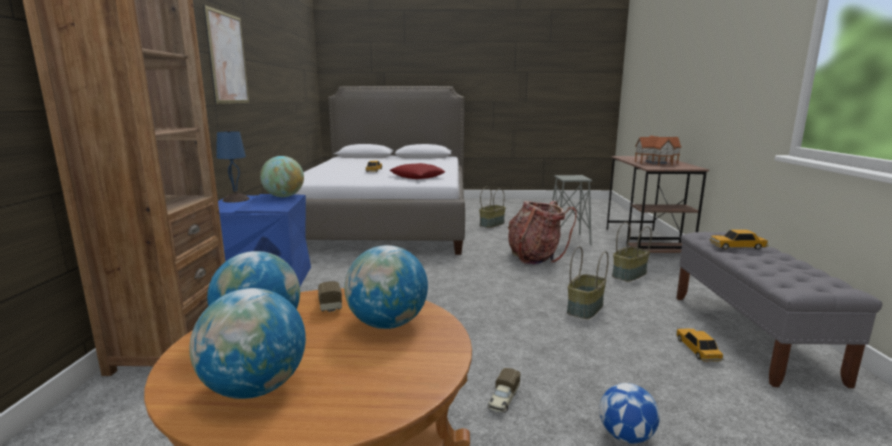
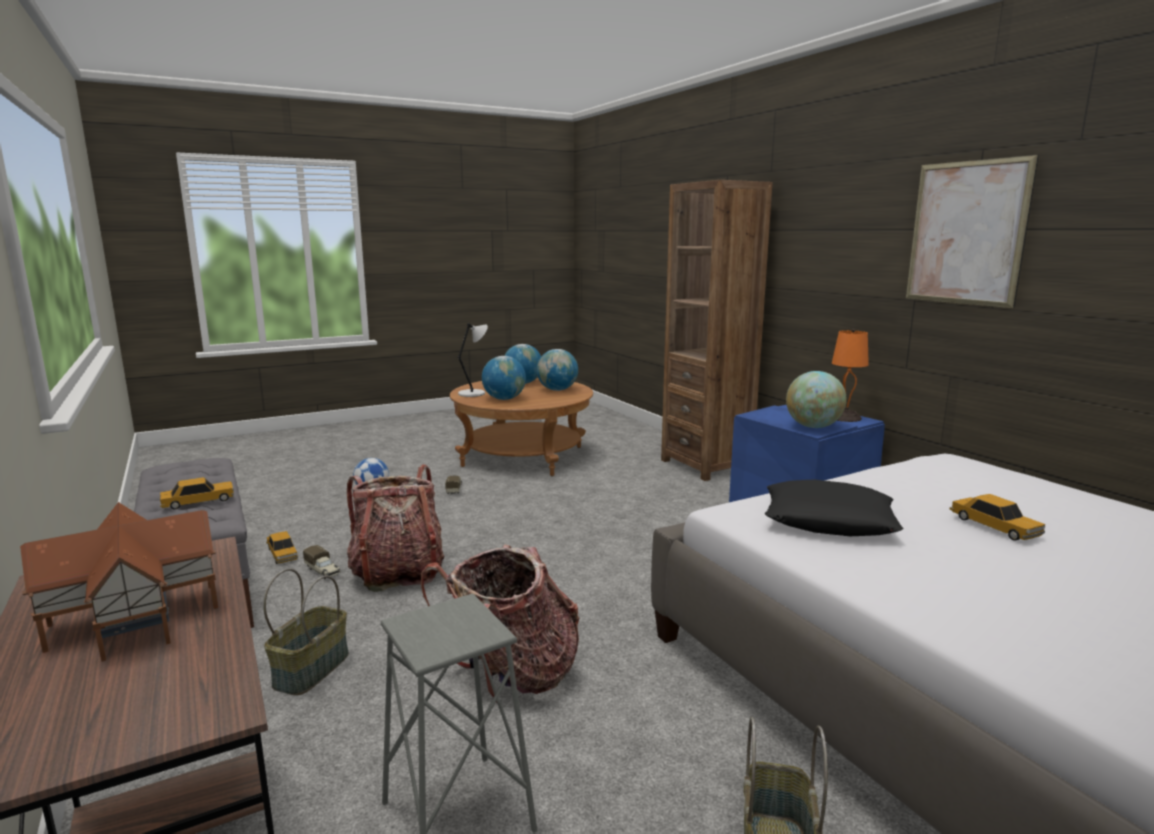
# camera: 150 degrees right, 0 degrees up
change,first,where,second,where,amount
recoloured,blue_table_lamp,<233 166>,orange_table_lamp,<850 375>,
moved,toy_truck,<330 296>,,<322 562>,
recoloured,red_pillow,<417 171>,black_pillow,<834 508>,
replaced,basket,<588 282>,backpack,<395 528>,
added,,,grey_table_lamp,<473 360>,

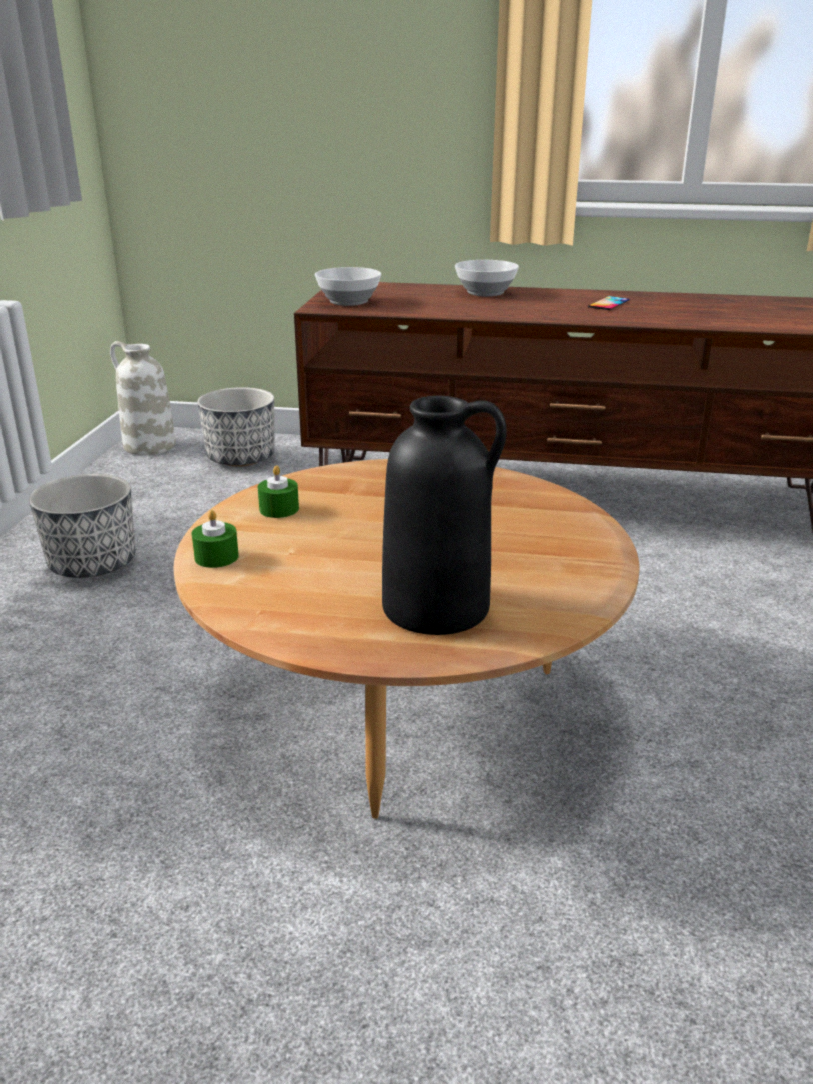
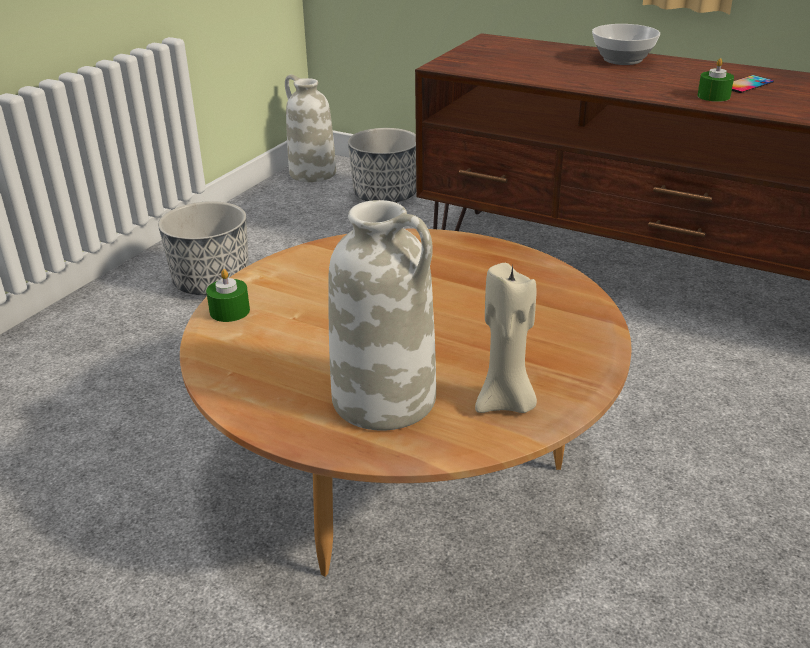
# camera: 20 degrees right, 5 degrees up
change,first,where,second,where,amount
moved,green_candle,<278 491>,,<715 80>,
removed,bowl,<348 286>,,,
recoloured,black_vase,<444 515>,white_vase,<382 315>,
added,,,beige_candle,<506 338>,

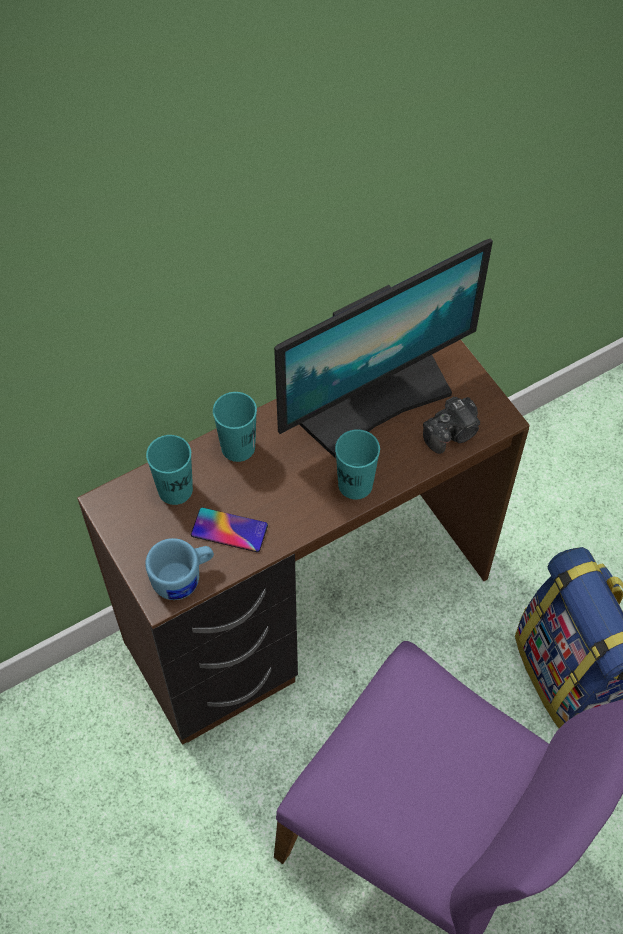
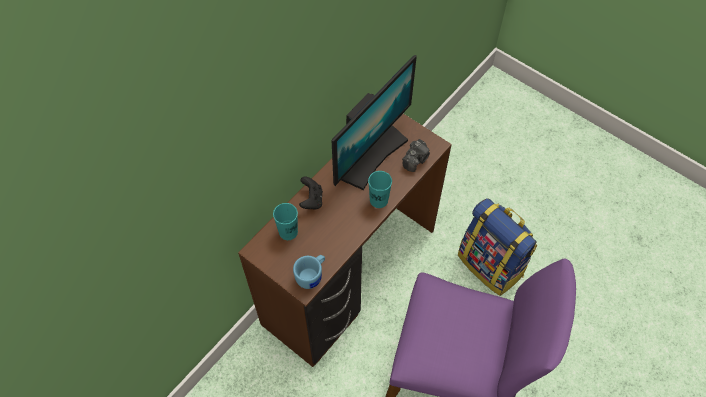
# camera: 20 degrees left, 0 degrees up
change,first,where,second,where,amount
removed,phone,<229 529>,,,
replaced,turquoise_cup,<235 427>,black_game_controller,<311 193>,

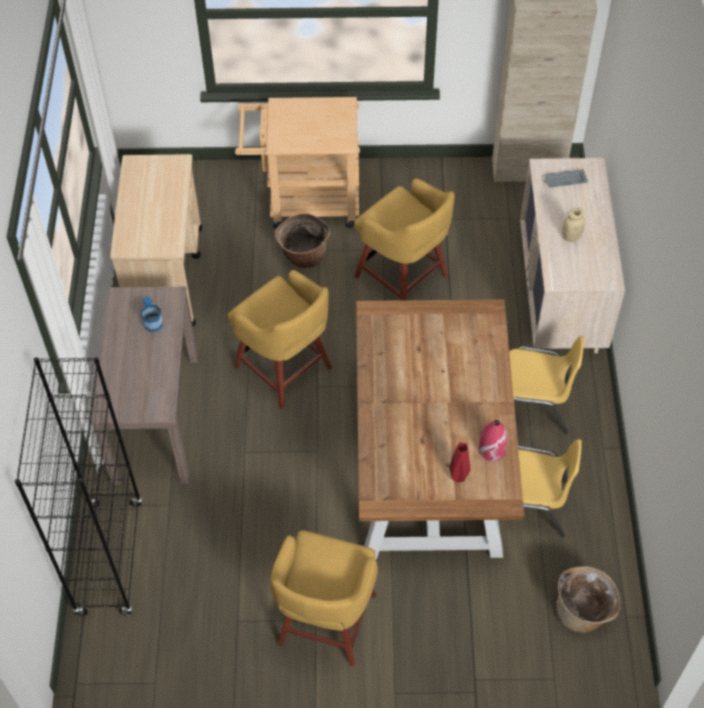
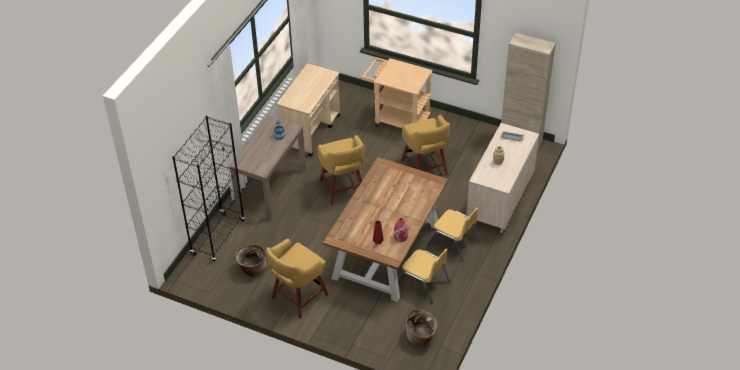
# camera: 25 degrees right, 10 degrees down
change,first,where,second,where,amount
moved,basket,<302 241>,,<251 260>,

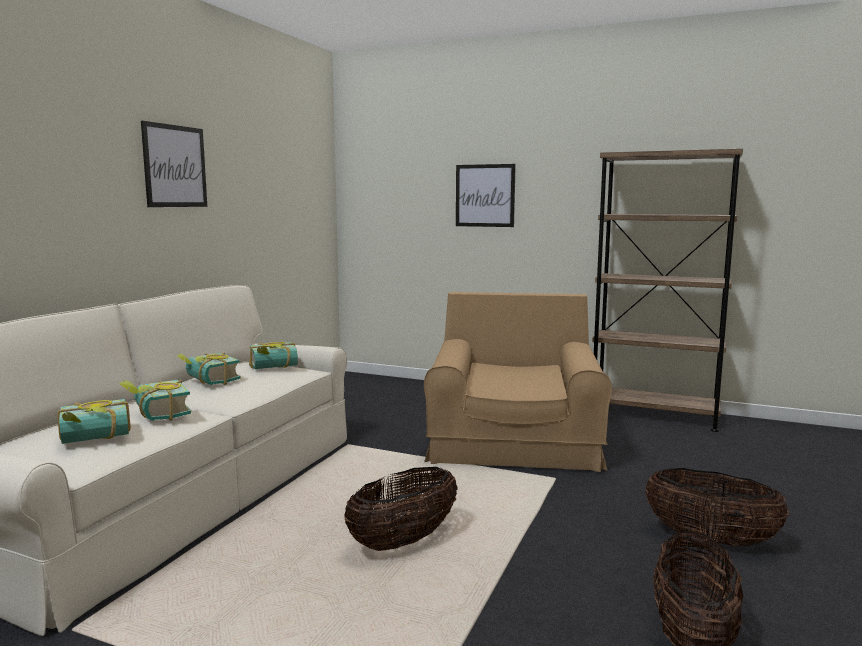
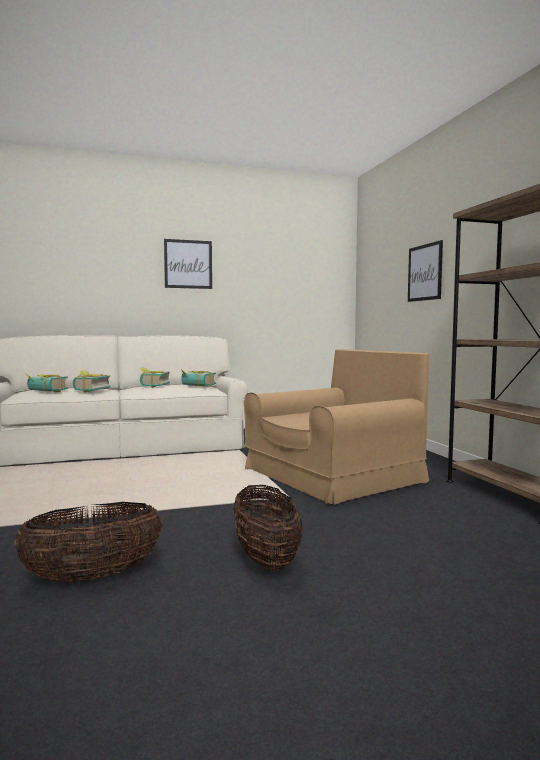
# camera: 50 degrees right, 5 degrees down
change,first,where,second,where,amount
removed,basket,<401 509>,,,

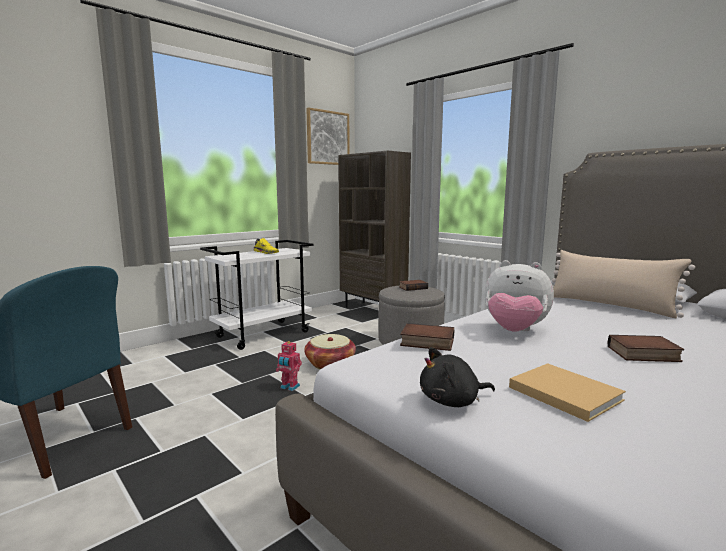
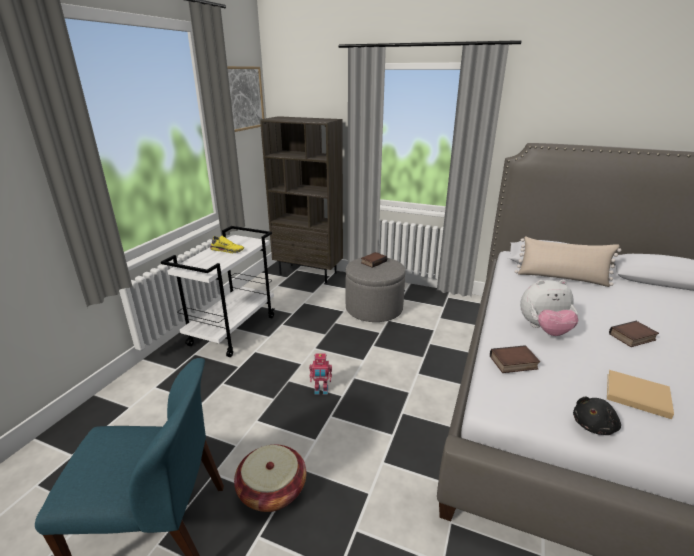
# camera: 25 degrees left, 15 degrees up
change,first,where,second,where,amount
moved,basket,<330 351>,,<270 478>,

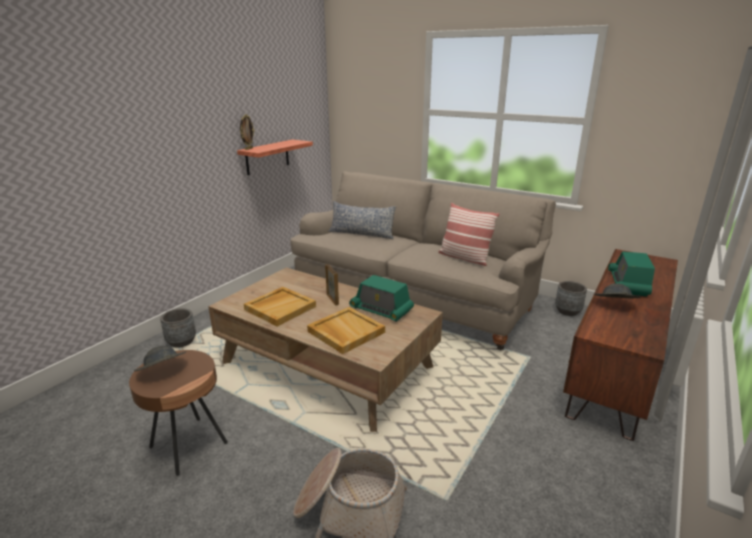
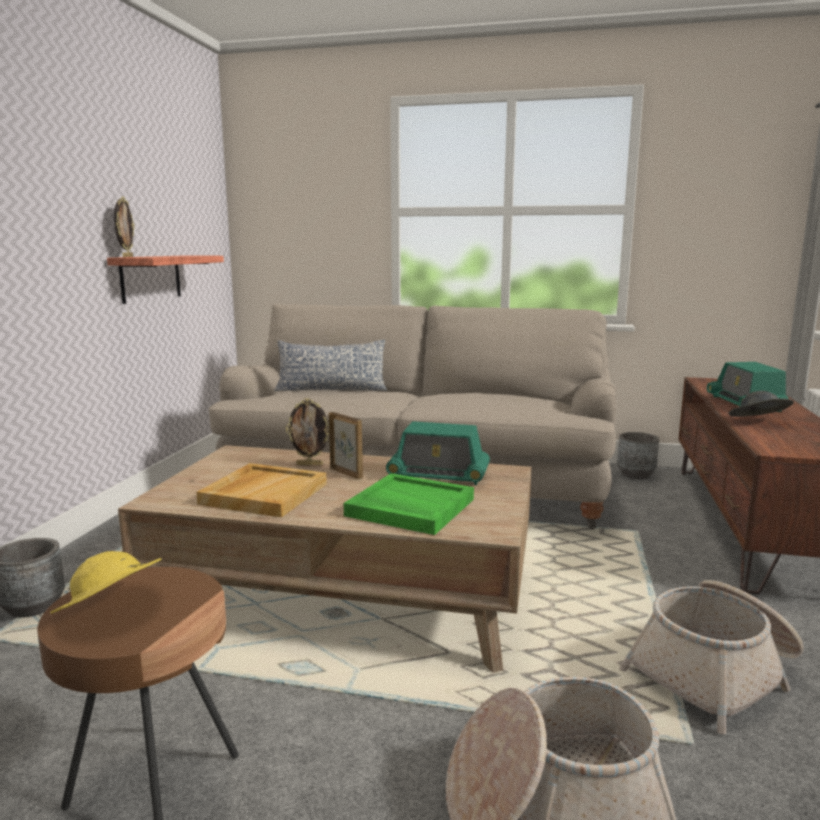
# camera: 20 degrees left, 10 degrees down
change,first,where,second,where,amount
recoloured,grey_hat,<160 358>,yellow_hat,<106 582>,
recoloured,beige_tray,<346 330>,green_tray,<409 504>,
removed,pillow,<469 234>,,,
added,,,picture_frame,<307 432>,
added,,,basket,<711 657>,

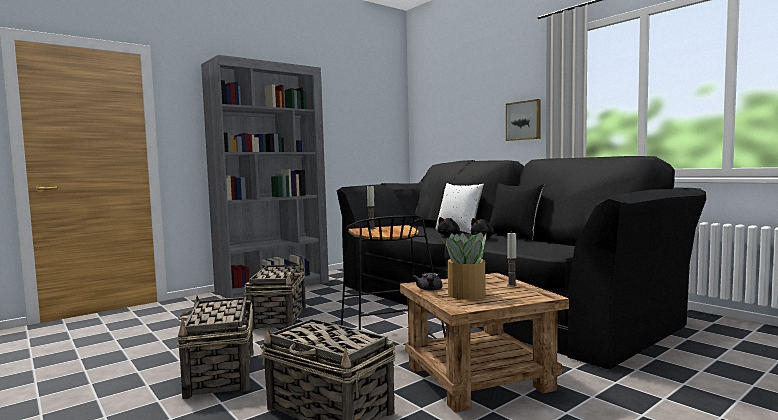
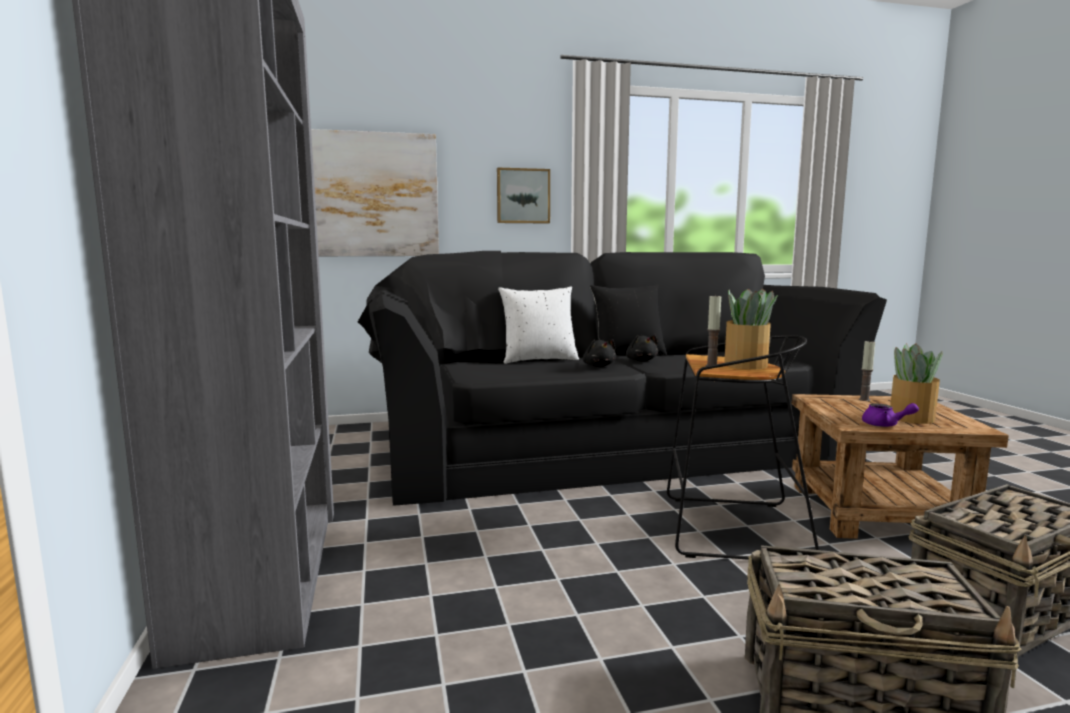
# camera: 65 degrees left, 5 degrees up
change,first,where,second,where,amount
removed,basket,<275 295>,,,
recoloured,grey_teapot,<428 282>,purple_teapot,<890 415>,
added,,,picture,<375 192>,
added,,,potted_plant,<751 329>,

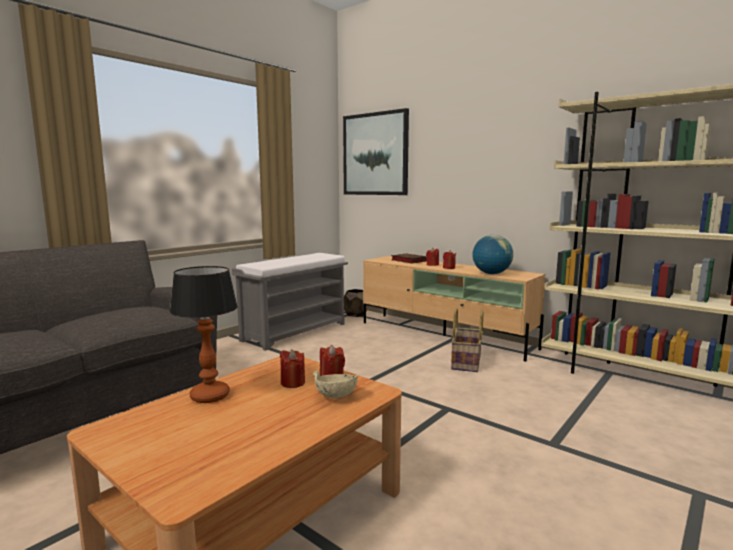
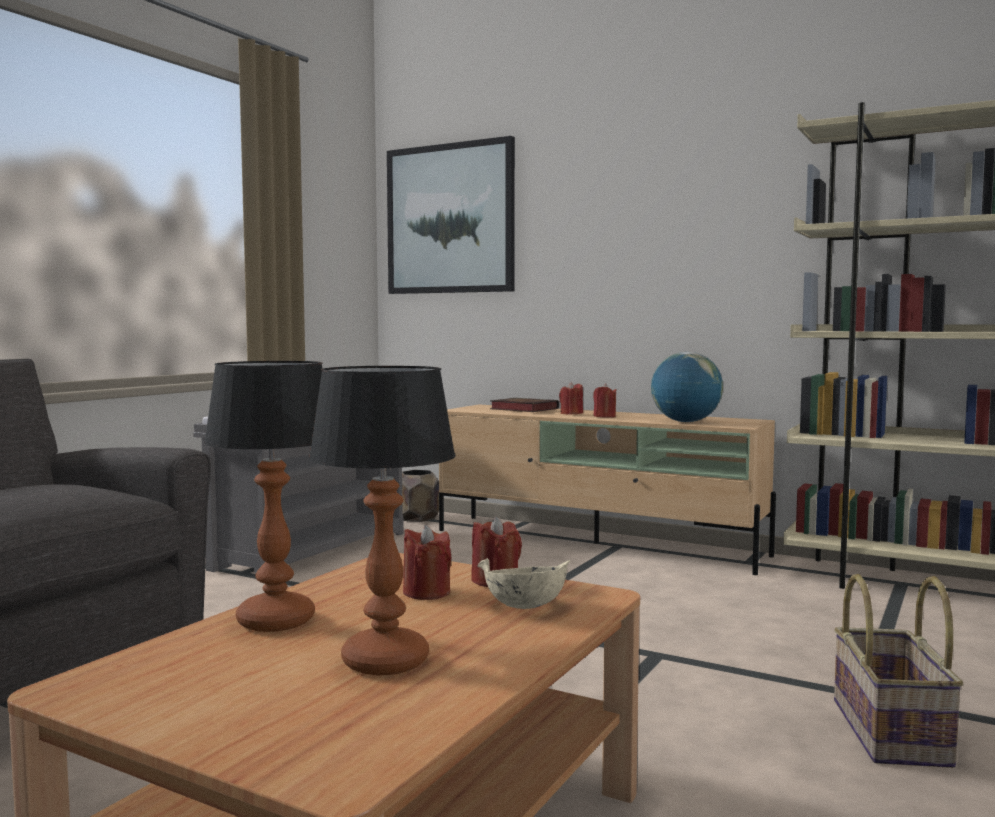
# camera: 10 degrees left, 5 degrees down
change,first,where,second,where,amount
moved,basket,<467 340>,,<898 671>,
added,,,table_lamp,<382 520>,

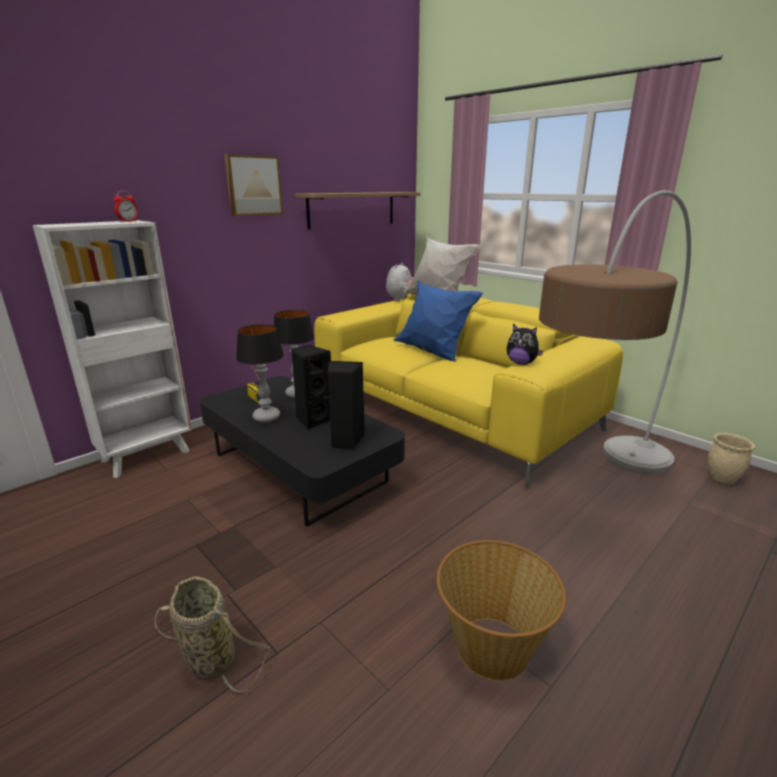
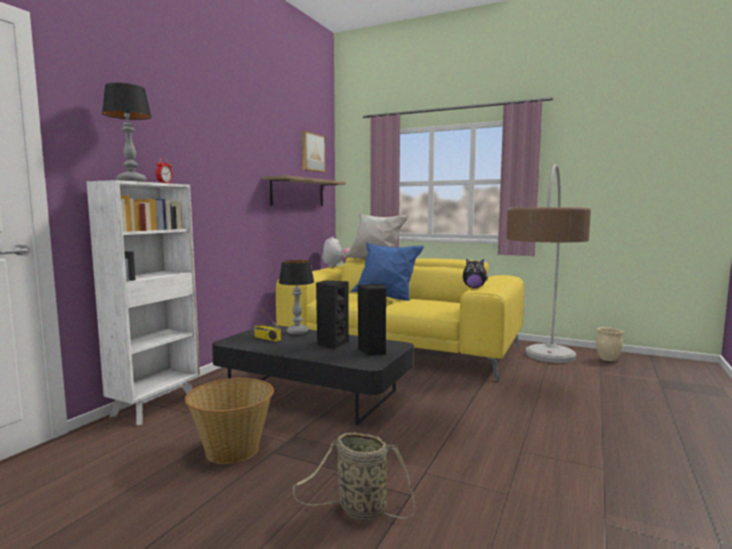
# camera: 20 degrees left, 15 degrees down
change,first,where,second,where,amount
moved,picture,<253 185>,,<313 151>,
moved,table_lamp,<260 373>,,<127 132>,
moved,basket,<501 610>,,<229 421>,

